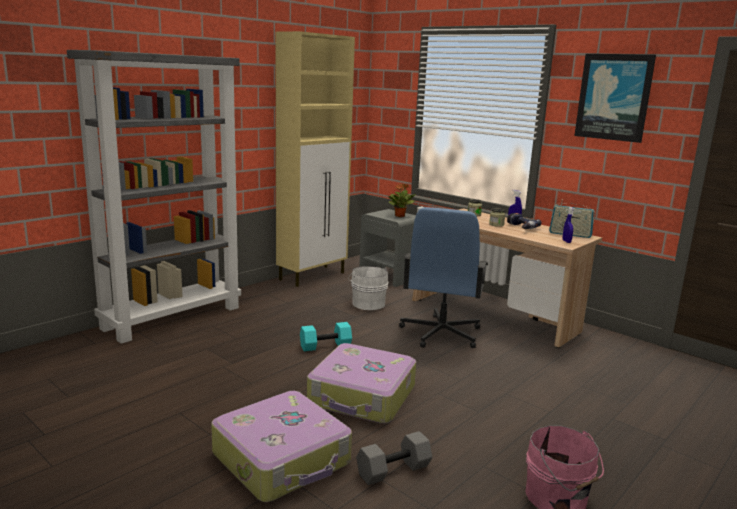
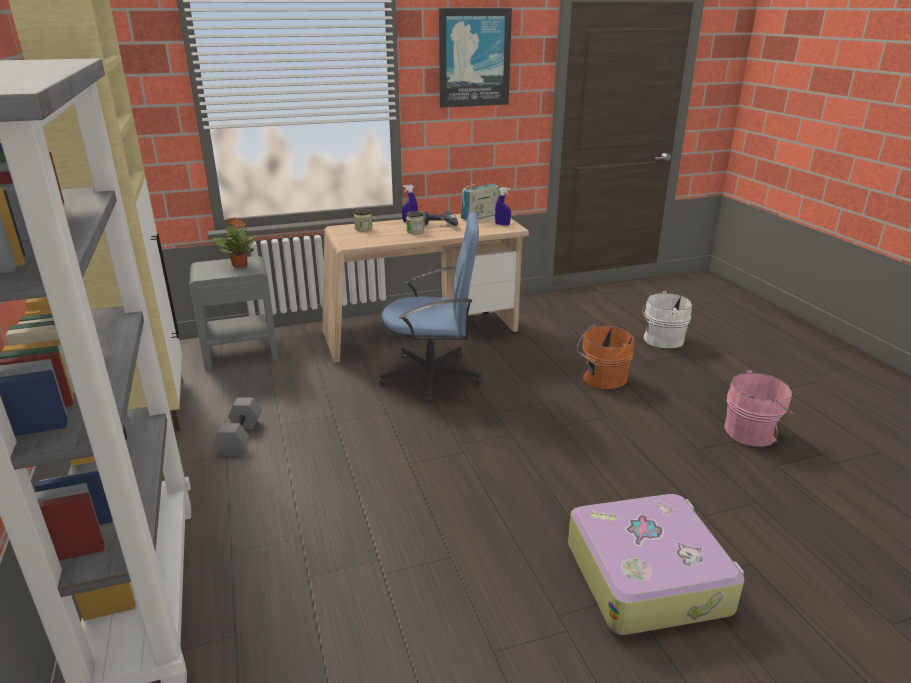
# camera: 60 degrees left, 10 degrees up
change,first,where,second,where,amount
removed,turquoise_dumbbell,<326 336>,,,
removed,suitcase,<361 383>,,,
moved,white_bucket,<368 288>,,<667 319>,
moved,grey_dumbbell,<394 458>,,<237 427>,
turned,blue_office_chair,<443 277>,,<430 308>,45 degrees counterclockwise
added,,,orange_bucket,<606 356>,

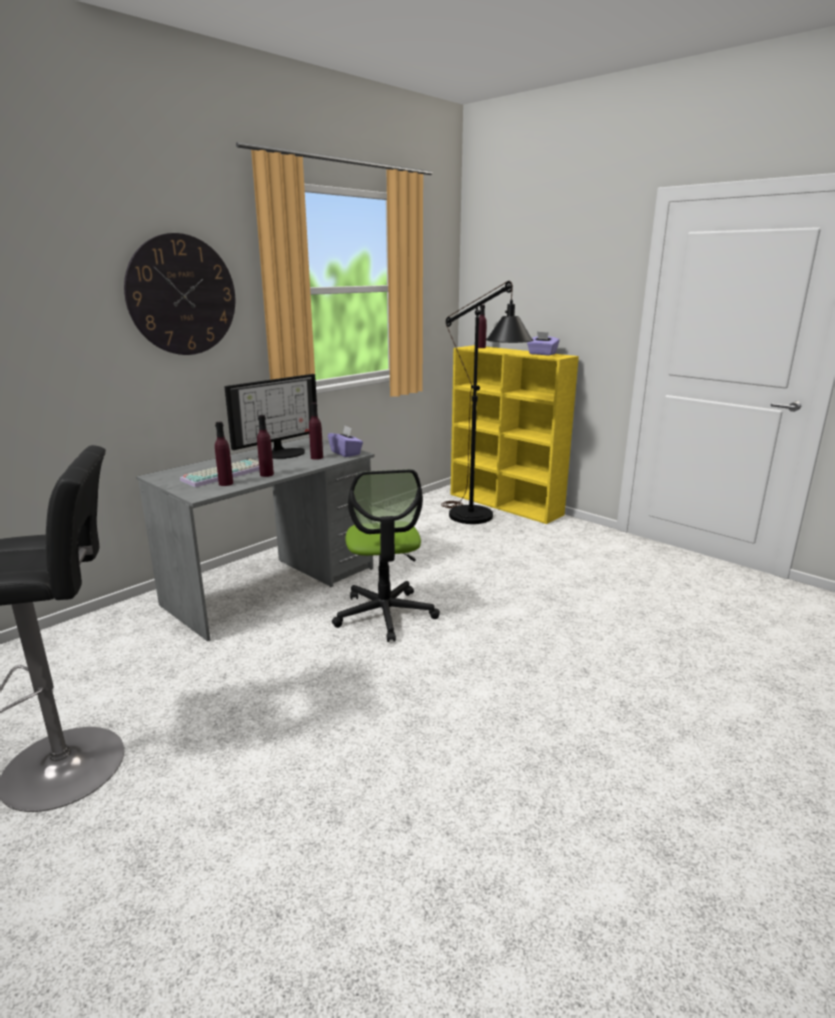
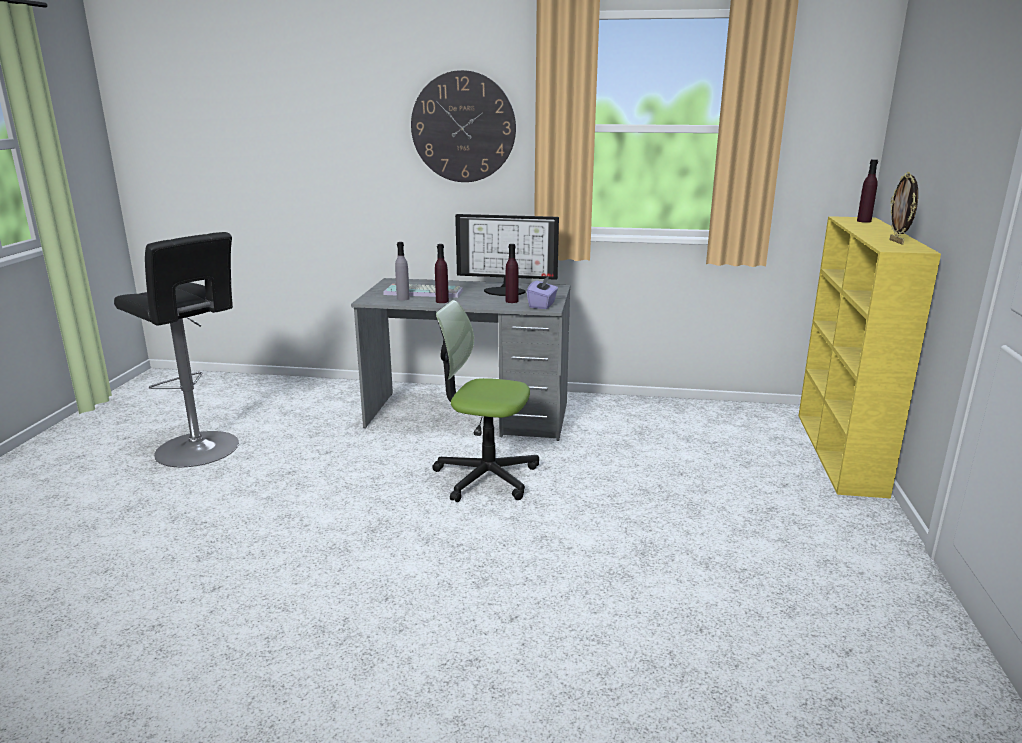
# camera: 55 degrees right, 0 degrees up
change,first,where,second,where,amount
recoloured,purple_bottle,<224 454>,grey_bottle,<402 271>,
turned,office_chair,<386 555>,,<485 401>,60 degrees clockwise
removed,black_floor_lamp,<487 402>,,,
replaced,purple_tissue_box,<543 343>,picture_frame,<904 208>,

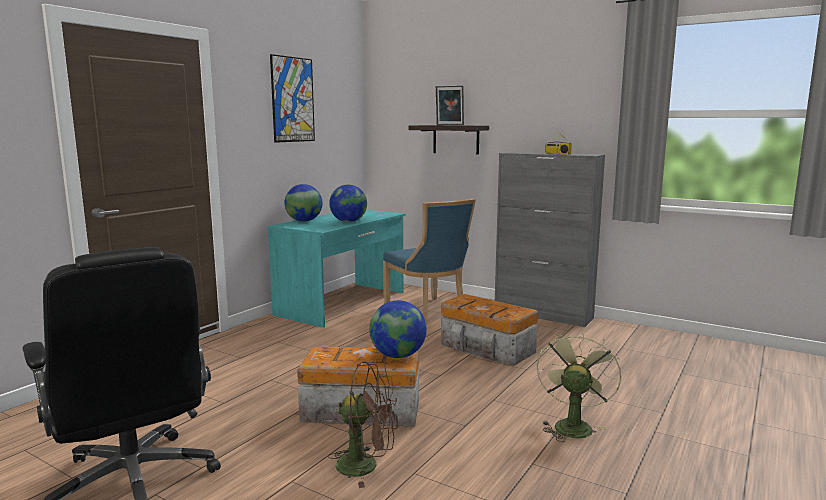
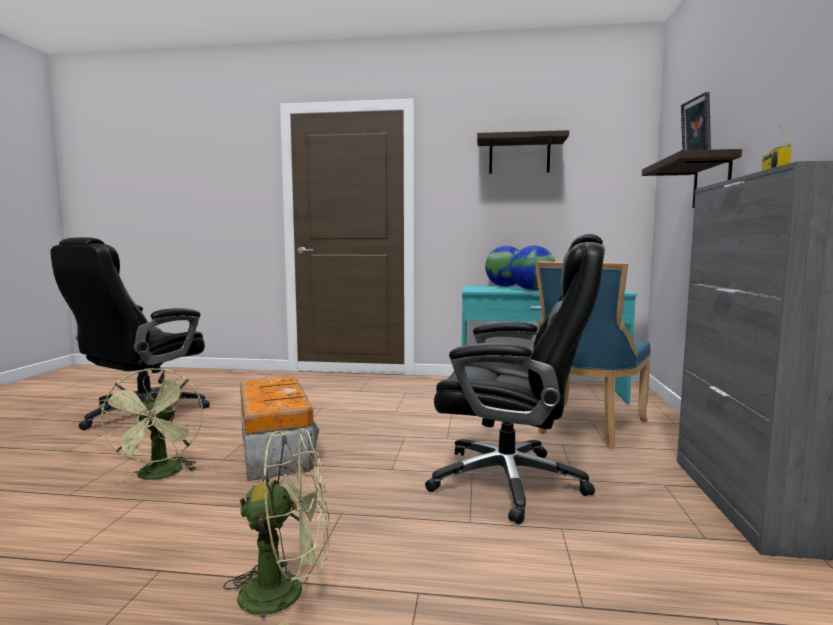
# camera: 65 degrees right, 5 degrees down
change,first,where,second,where,amount
replaced,picture,<292 98>,shelf,<523 152>,
recoloured,brown_fan,<362 424>,green_fan,<150 425>,
removed,globe,<398 329>,,,
replaced,storage_box,<489 330>,black_office_chair,<515 379>,

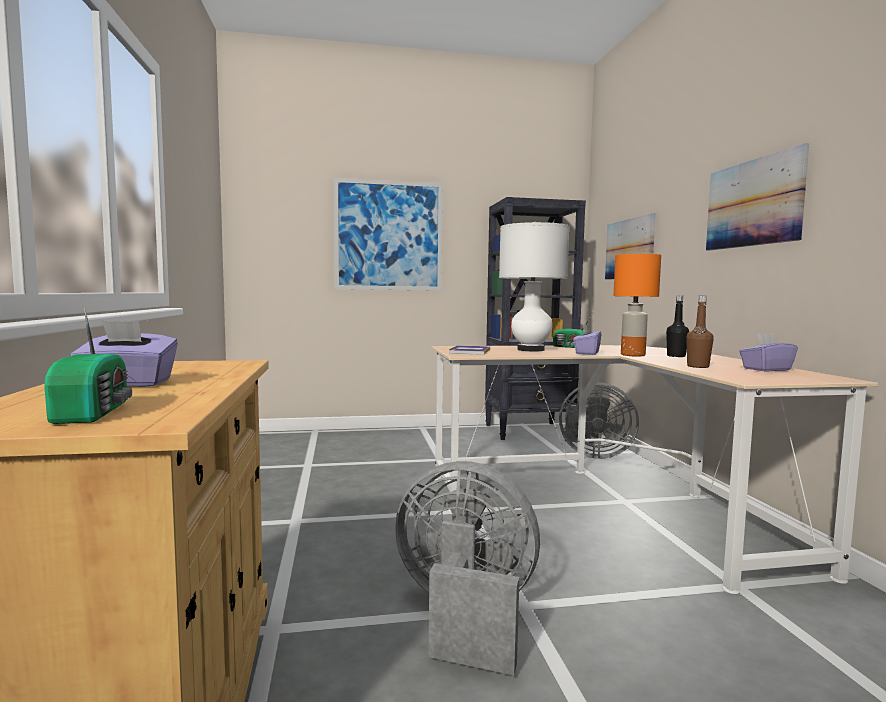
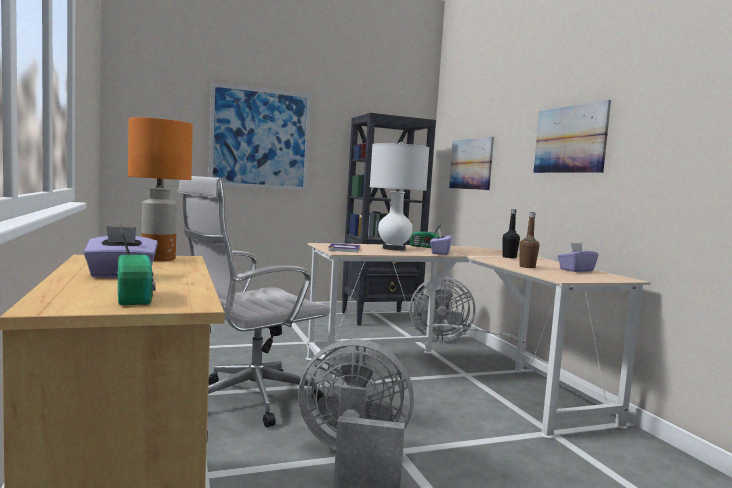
# camera: 10 degrees left, 0 degrees up
change,first,where,second,where,amount
moved,orange_table_lamp,<637 305>,,<160 189>,
added,,,white_office_chair,<254 302>,

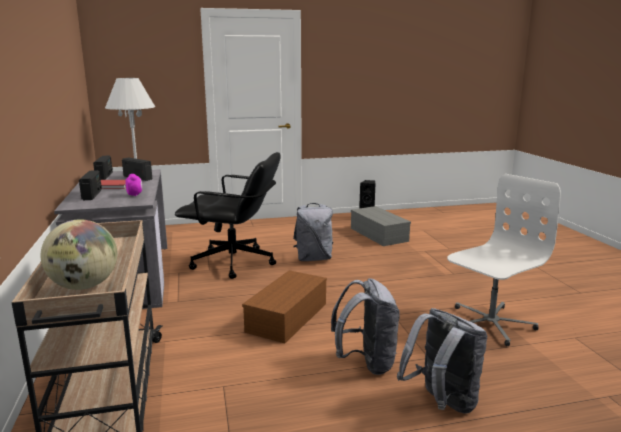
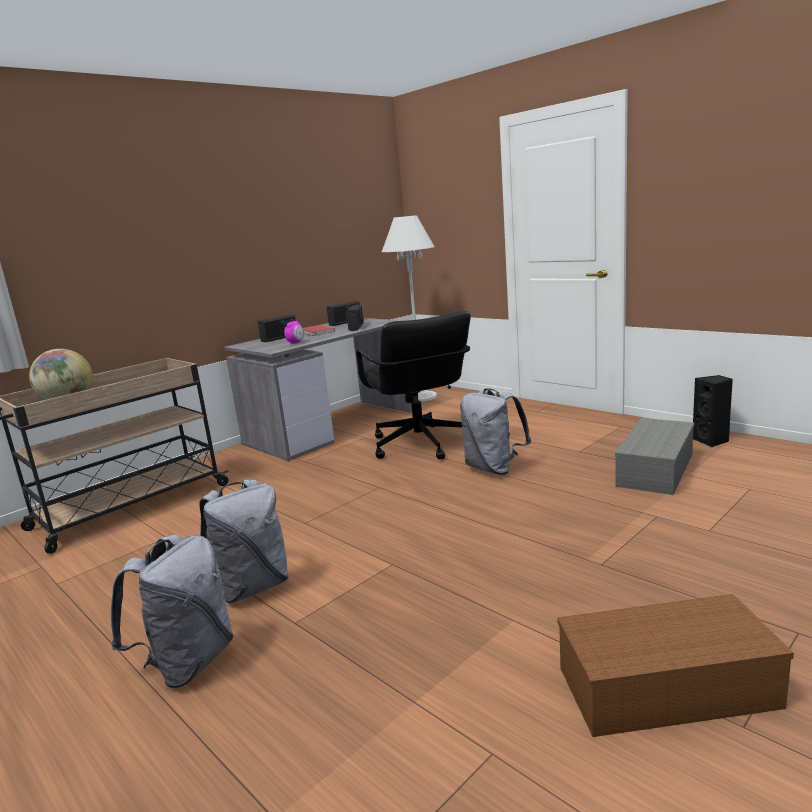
# camera: 60 degrees right, 0 degrees up
change,first,where,second,where,amount
moved,brown_storage_box,<284 306>,,<675 665>,
removed,white_office_chair,<504 260>,,,

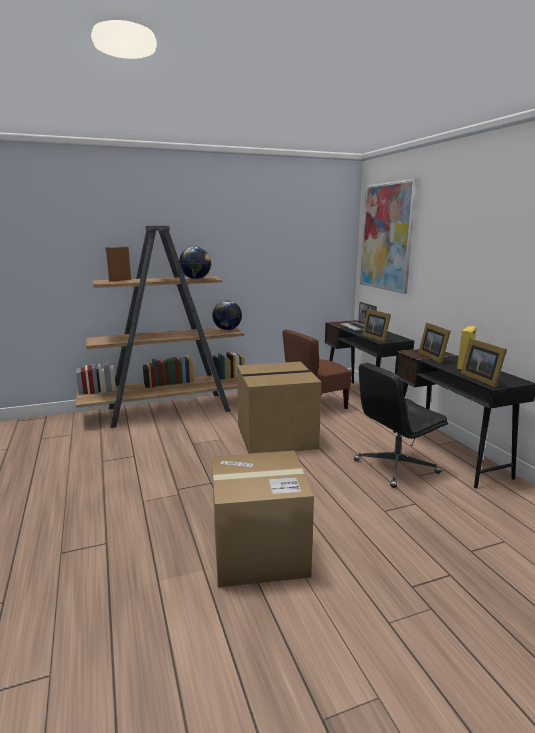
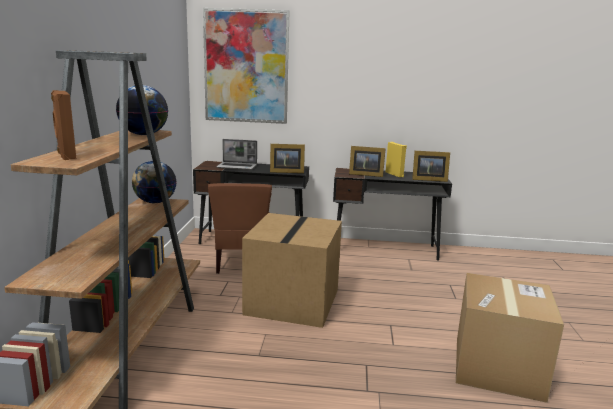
# camera: 65 degrees left, 0 degrees up
change,first,where,second,where,amount
removed,black_office_chair,<401 425>,,,

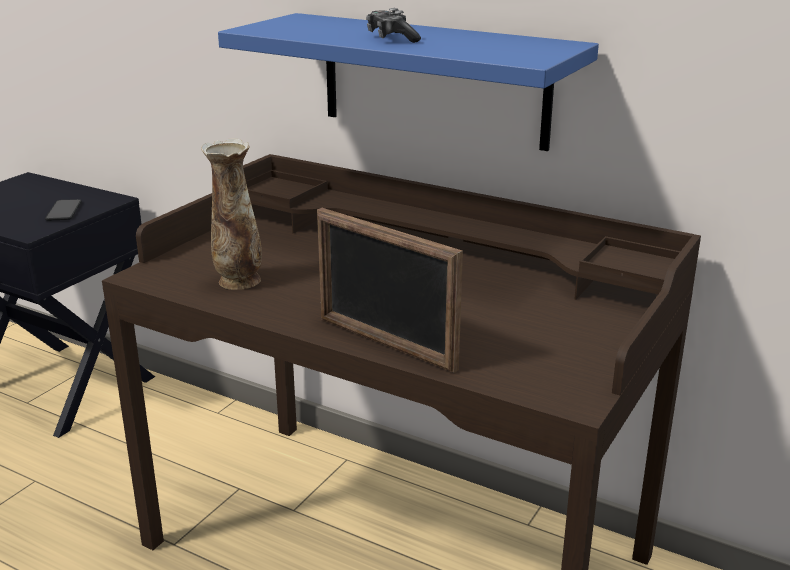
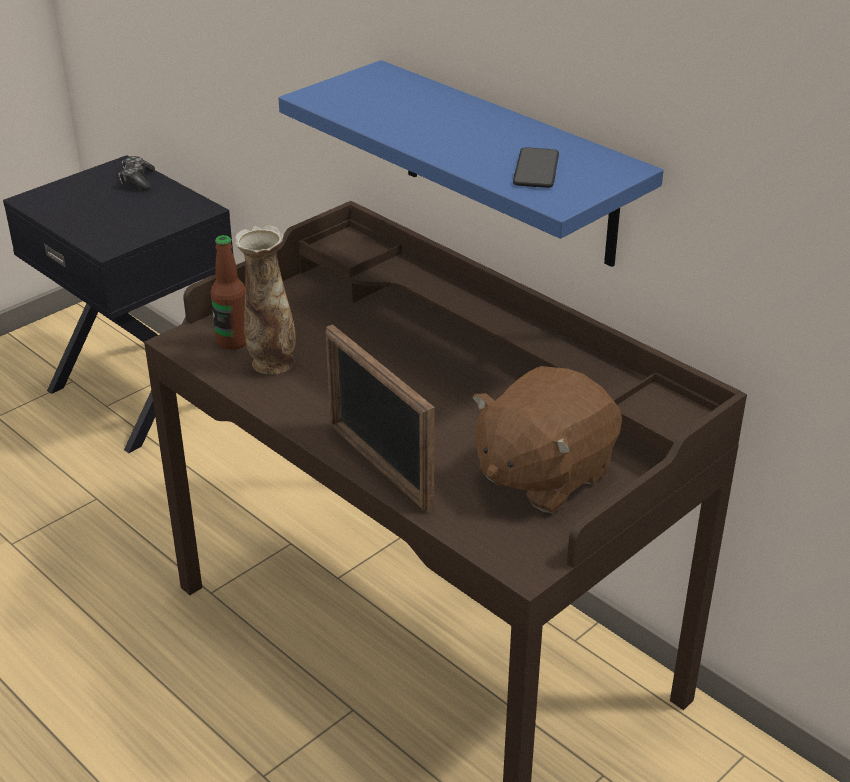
# camera: 15 degrees right, 10 degrees up
change,first,where,second,where,amount
moved,phone,<63 210>,,<536 167>,
moved,game_controller,<393 25>,,<136 173>,
added,,,bottle,<228 292>,
added,,,brown_plush_toy,<547 439>,

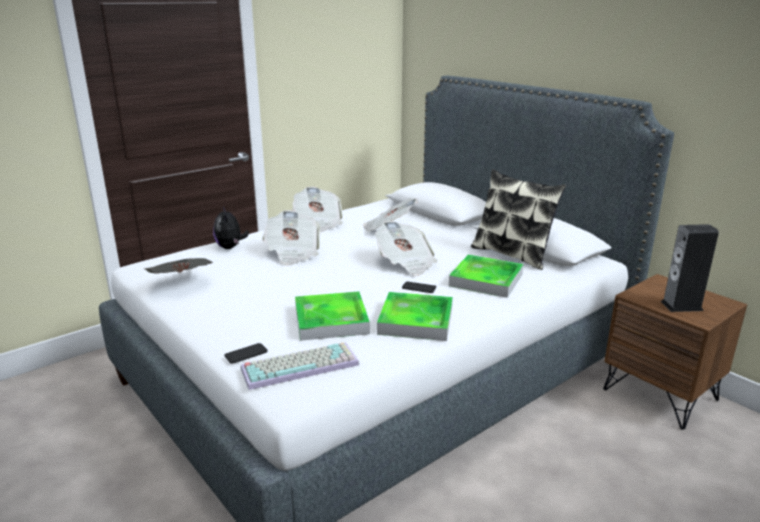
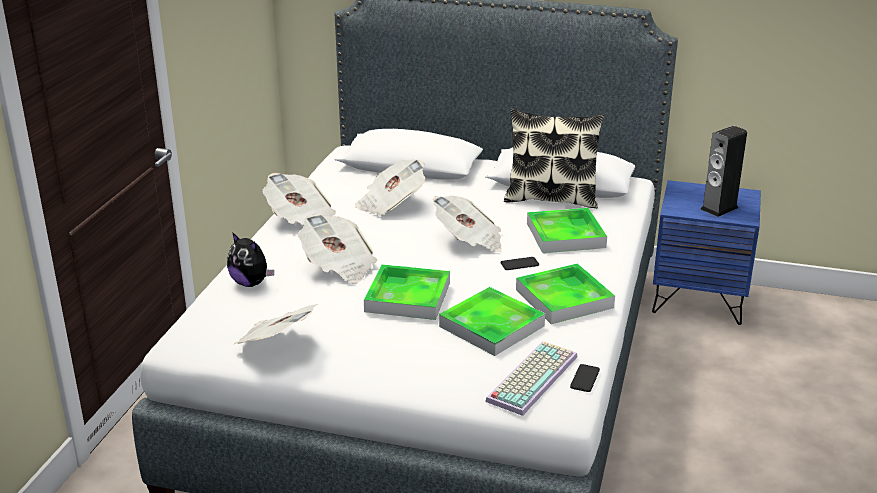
# camera: 35 degrees left, 5 degrees up
change,first,where,second,where,amount
moved,phone,<245 353>,,<585 378>,
recoloured,brown_nightstand,<675 352>,blue_nightstand,<706 252>,
added,,,tray,<407 292>,

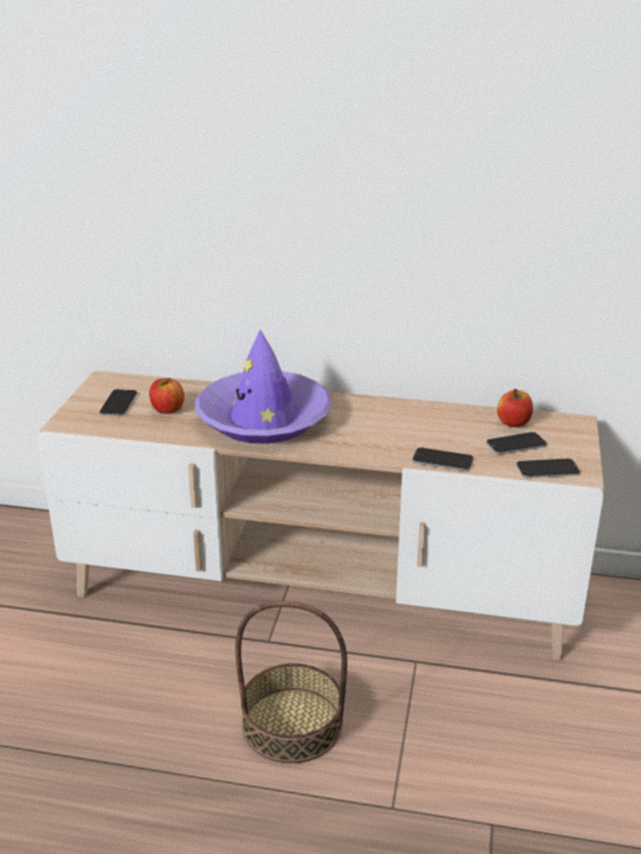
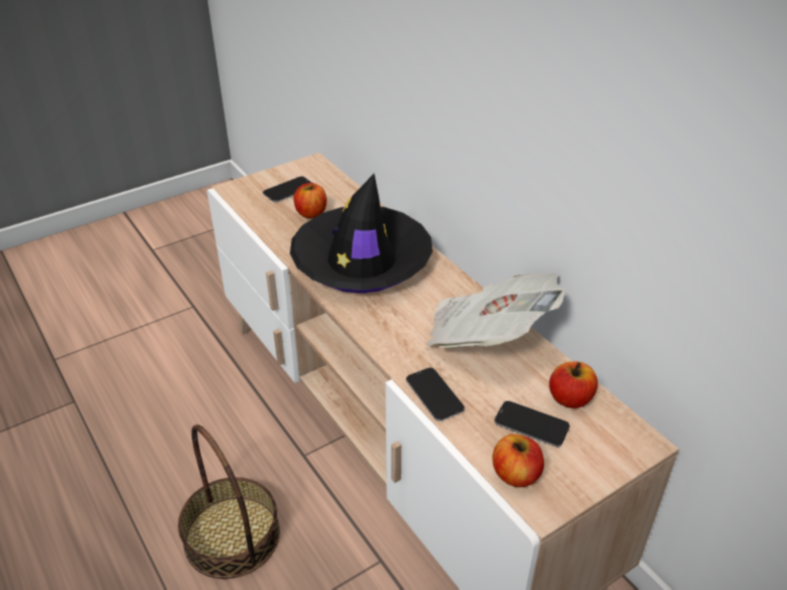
# camera: 45 degrees right, 10 degrees up
change,first,where,second,where,amount
recoloured,purple_hat,<263 387>,black_hat,<361 233>,
replaced,phone,<548 468>,apple,<518 460>,
added,,,newspaper,<496 310>,

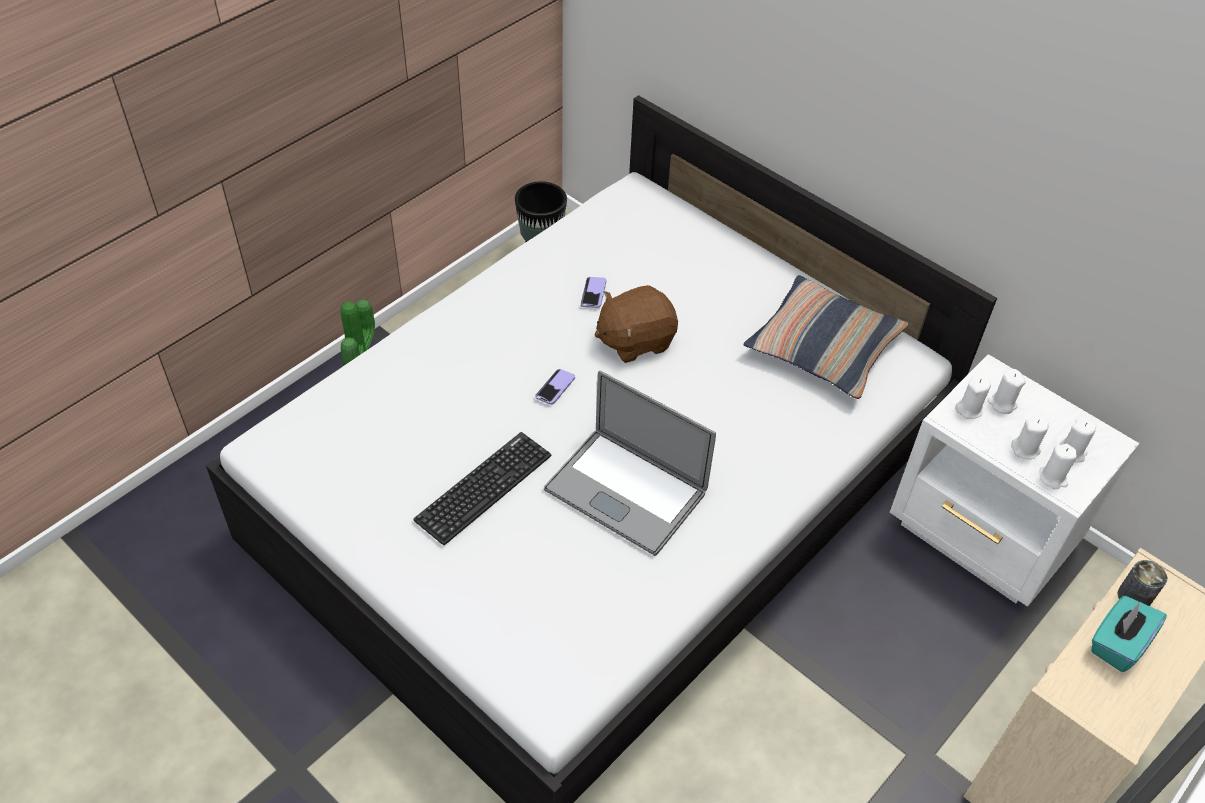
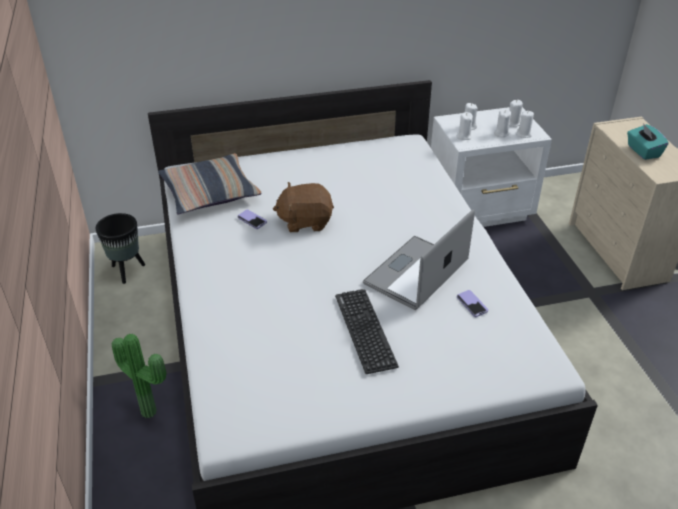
# camera: 55 degrees left, 10 degrees down
change,first,where,second,where,amount
moved,phone,<555 387>,,<472 303>,
turned,laptop,<630 463>,,<419 259>,150 degrees clockwise
turned,brown_plush_toy,<636 324>,,<303 207>,75 degrees clockwise
moved,pillow,<825 337>,,<210 184>,
removed,can,<1142 583>,,,

